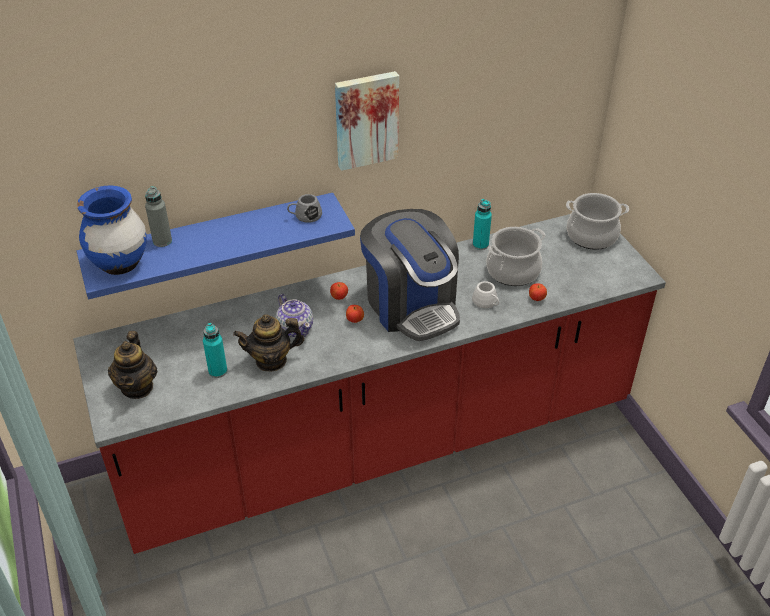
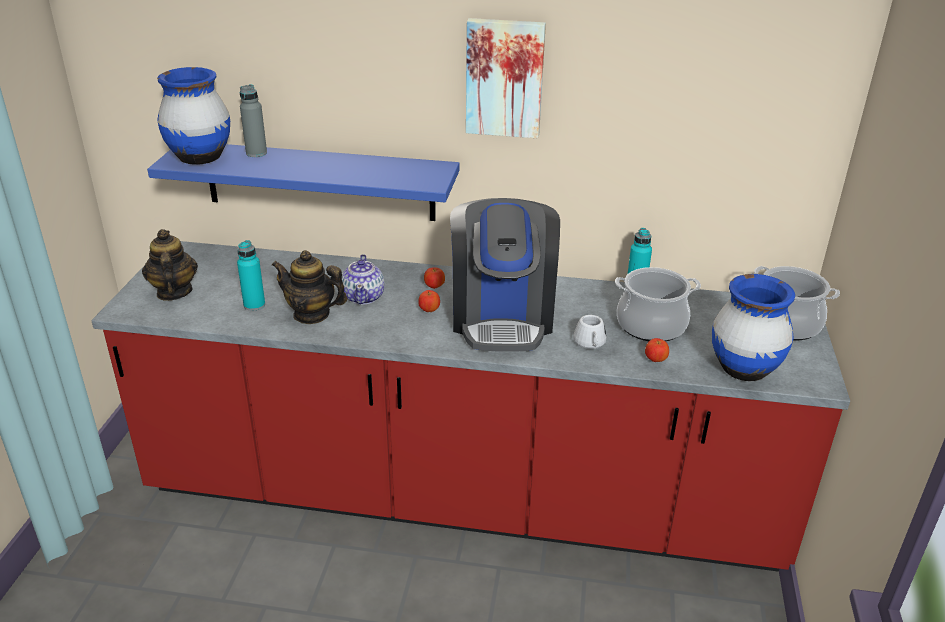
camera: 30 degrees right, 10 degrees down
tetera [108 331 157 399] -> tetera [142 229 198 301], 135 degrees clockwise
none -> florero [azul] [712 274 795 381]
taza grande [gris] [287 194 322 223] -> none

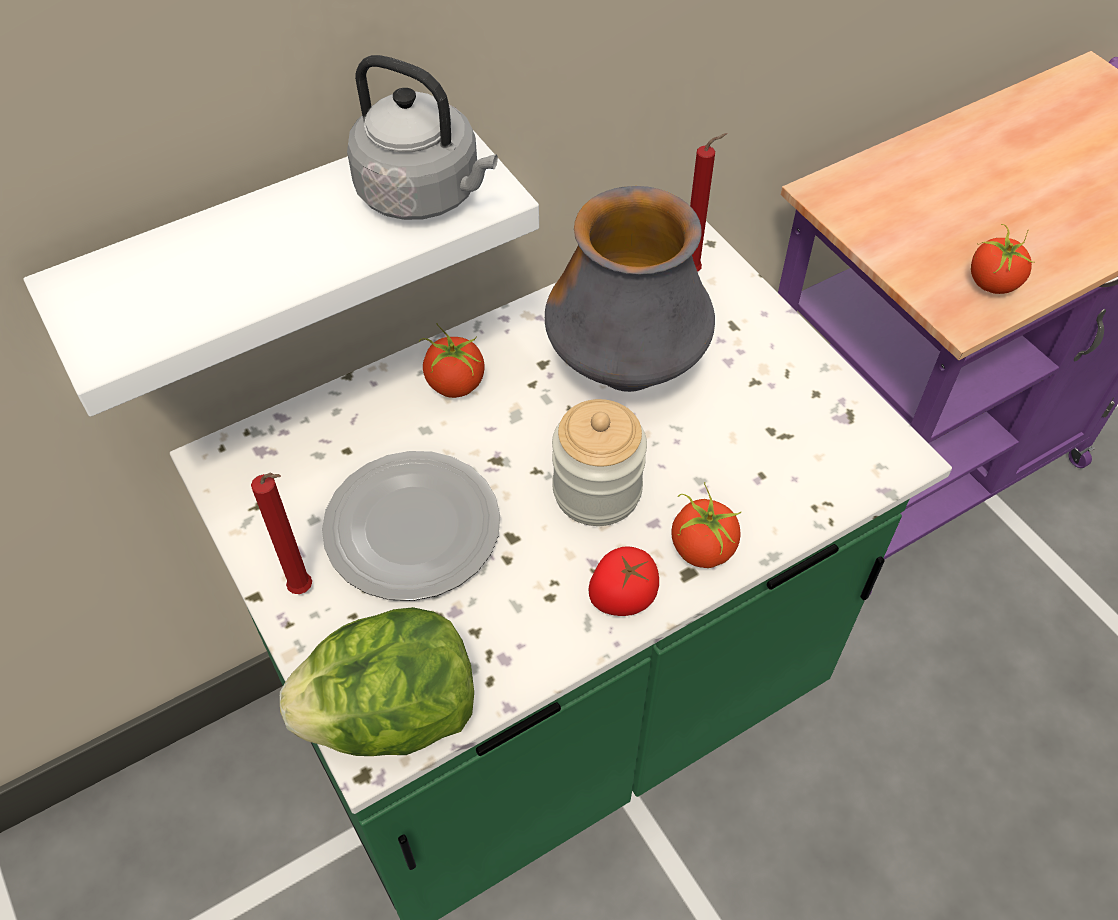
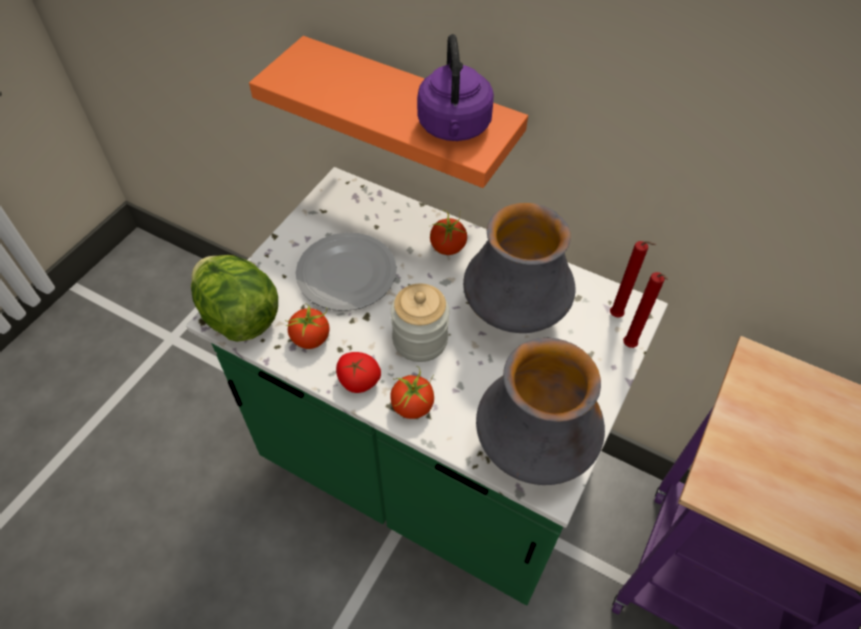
camera: 60 degrees right, 0 degrees up
estante [blanco] [23 130 539 417] -> estante [naranja] [249 36 528 188]
tomate [971 224 1035 294] -> tomate [285 303 329 349], shifted
hervidor [gris] [347 55 498 220] -> hervidor [morado] [417 34 494 141]
none -> florero [476 338 605 485]
vela [rojo] [251 473 312 594] -> vela [rojo] [623 272 668 348], shifted

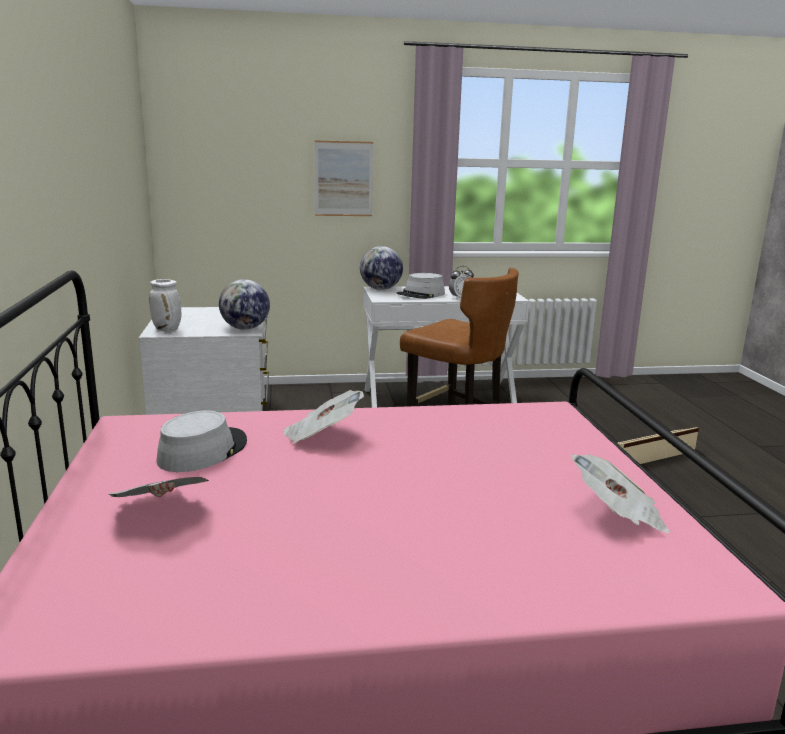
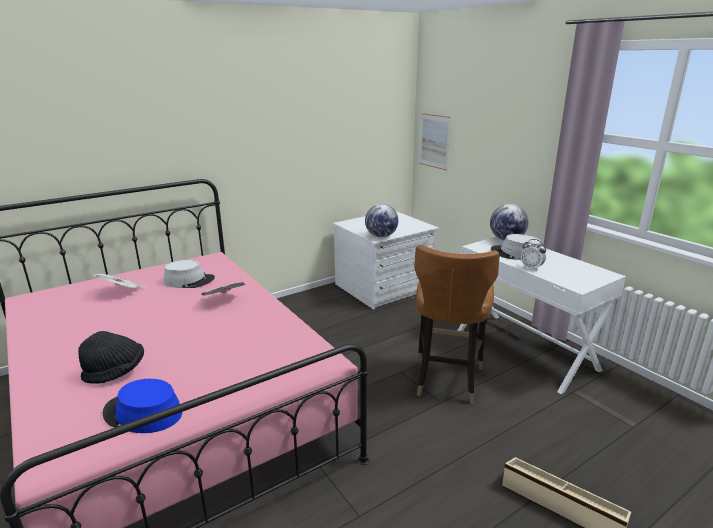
camera: 65 degrees right, 5 degrees up
none -> sombrero [negro] [78 331 144 384]
periódico [572 454 670 533] -> sombrero [azul] [103 379 182 433]
cuadro [315 141 373 216] -> cuadro [419 113 451 170], shifted
florero [blanco] [149 279 181 332] -> none

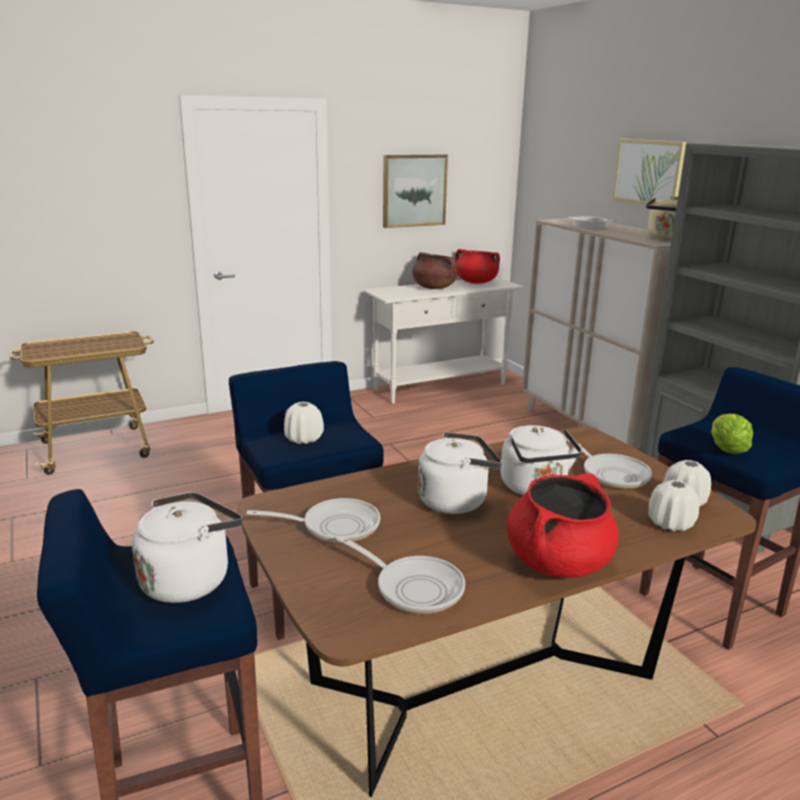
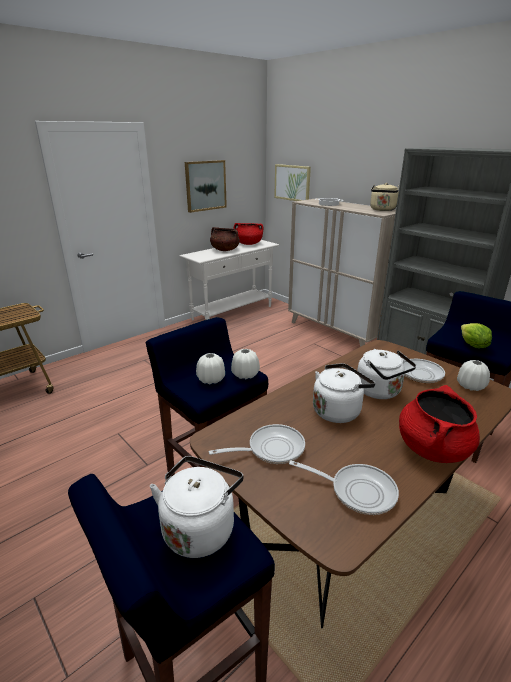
camera: 15 degrees left, 5 degrees up
florero [blanco] [649 480 699 532] -> florero [blanco] [231 349 260 379], shifted
cuadro [612 139 687 205] -> cuadro [274 164 311 201], shifted

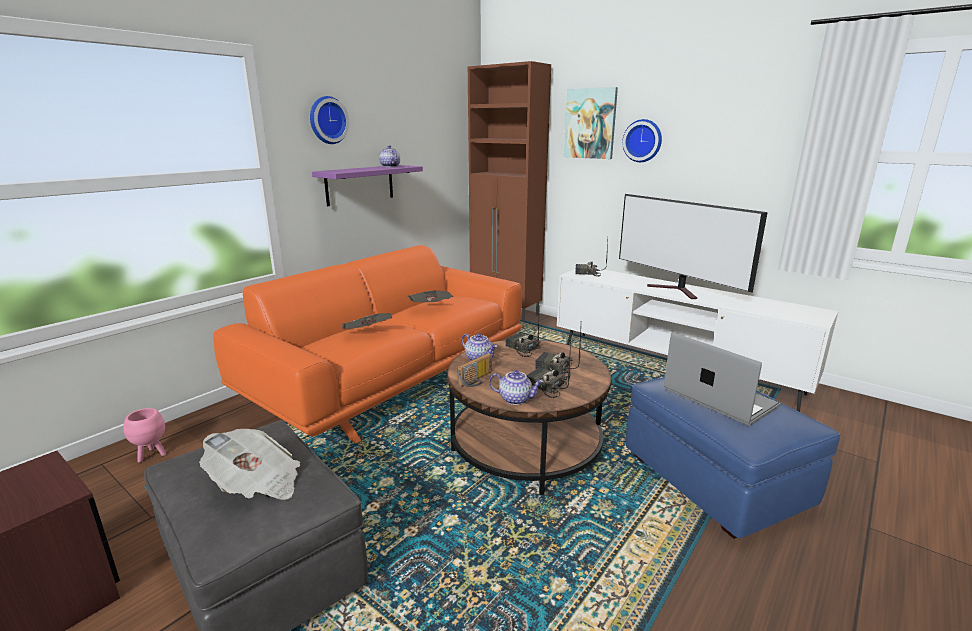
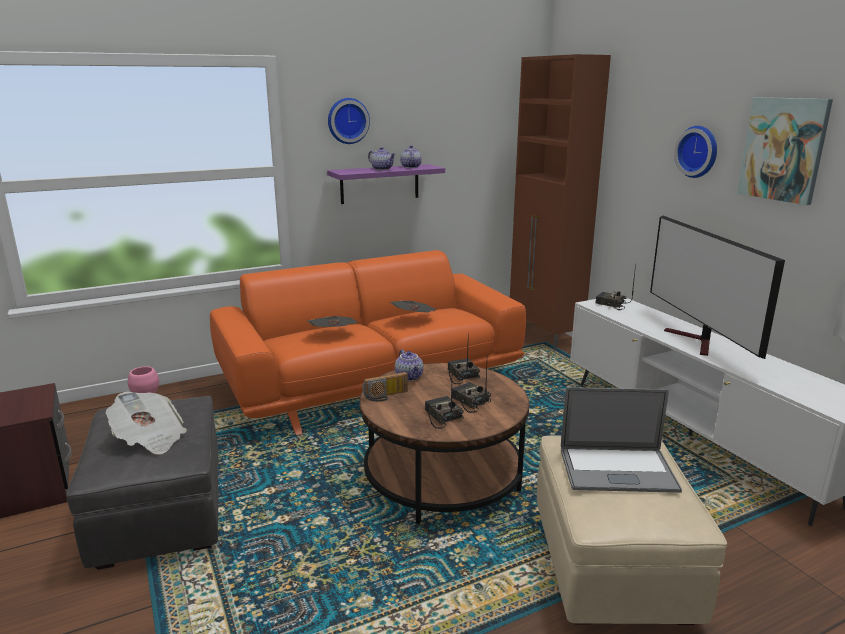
camera: 25 degrees right, 0 degrees up
tetera [489 370 544 405] -> tetera [368 147 396 170], shifted
puf [azul] [626 377 840 539] -> puf [beis] [537 435 727 625]
portátil [664 332 781 426] -> portátil [561 387 682 493], 105 degrees clockwise
cuadro [564 87 618 159] -> cuadro [737 97 833 205], shifted

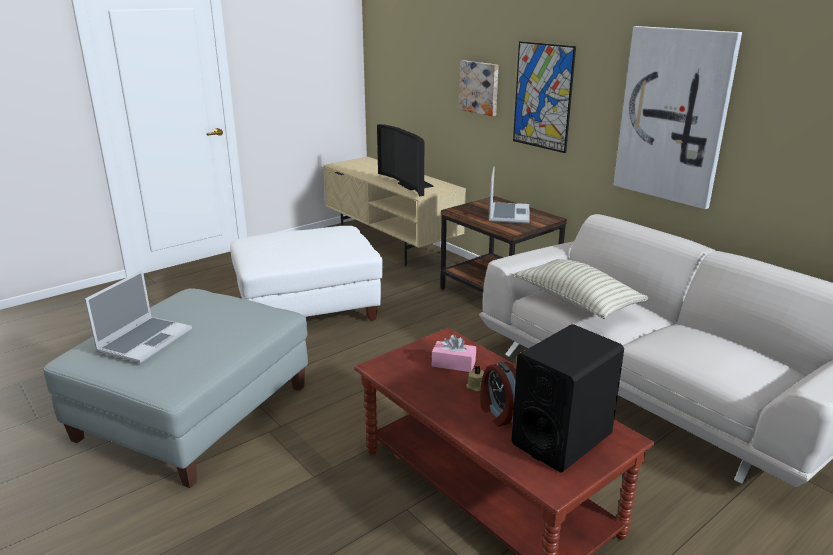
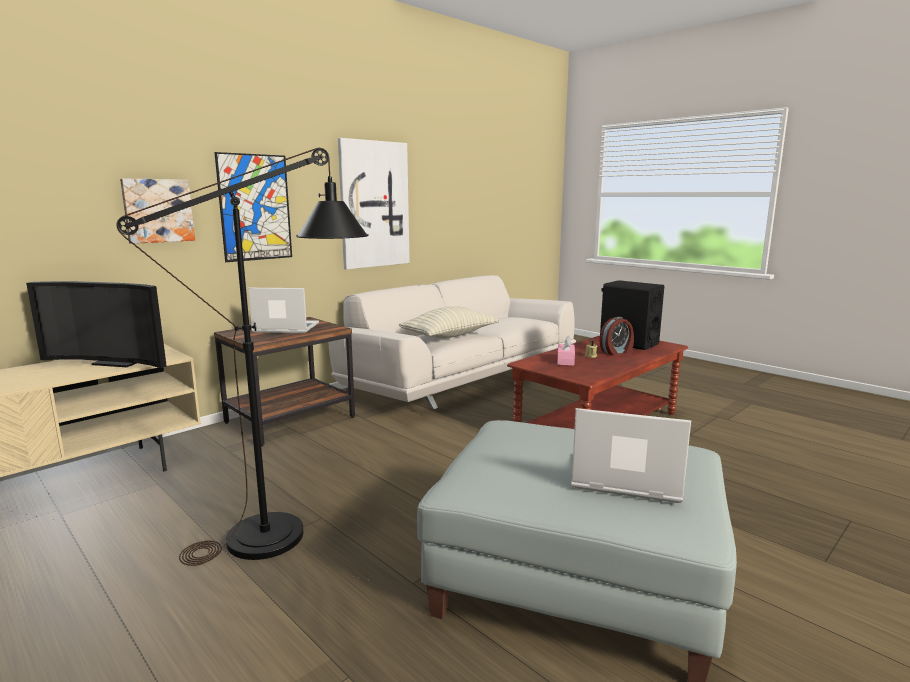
camera: 95 degrees left, 10 degrees down
televisor [377 124 434 197] -> televisor [26 281 167 368], 45 degrees clockwise
puf [blanco] [230 226 383 321] -> lámpara de pie [negro] [116 148 369 566]

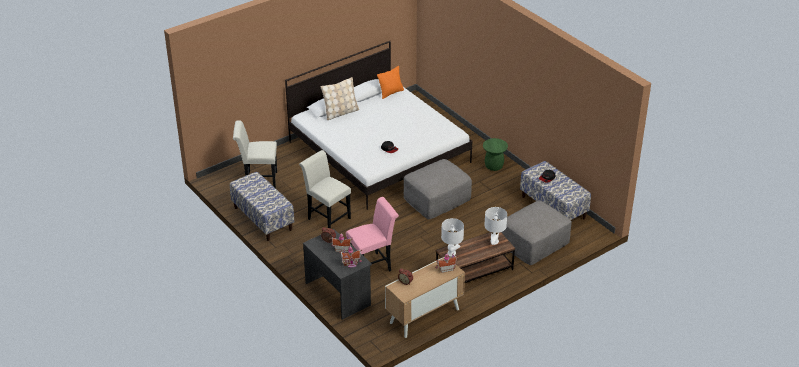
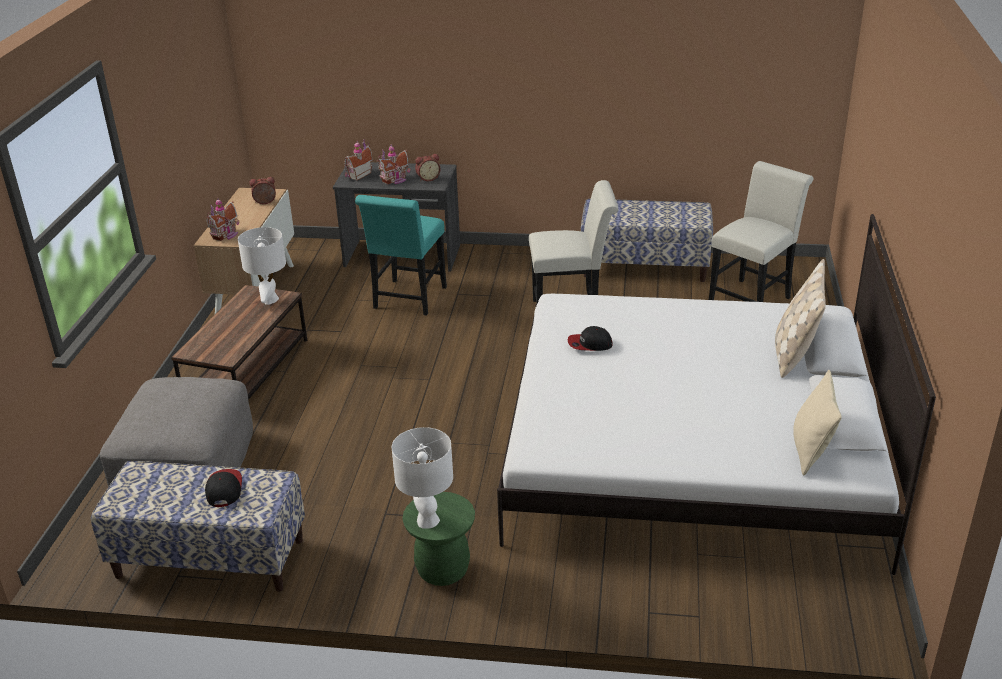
camera: 135 degrees right, 5 degrees down
silla [rosa] [346 197 399 272] -> silla [turquesa] [355 195 447 316]
lámpara de mesa [blanco] [484 207 507 245] -> lámpara de mesa [blanco] [392 427 453 529], shifted
cojín [naranja] [377 66 404 99] -> cojín [beis] [793 370 842 475]
puf [gris] [404 159 472 219] -> none

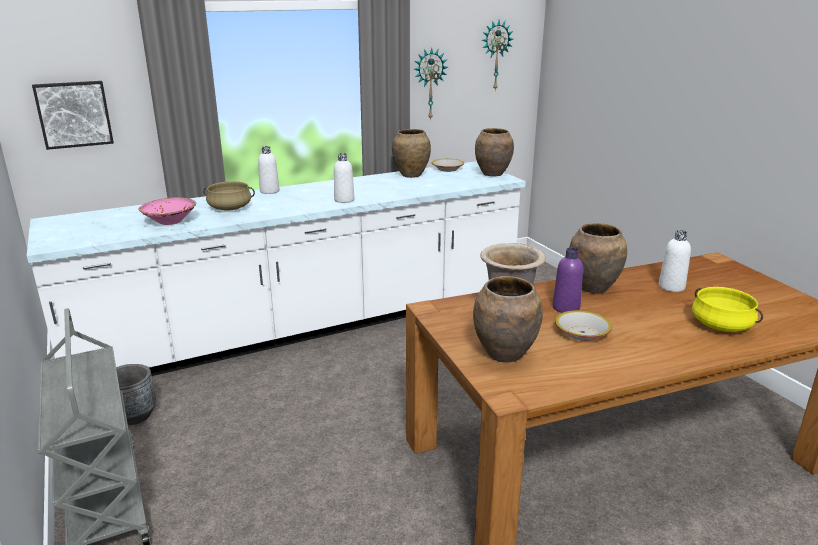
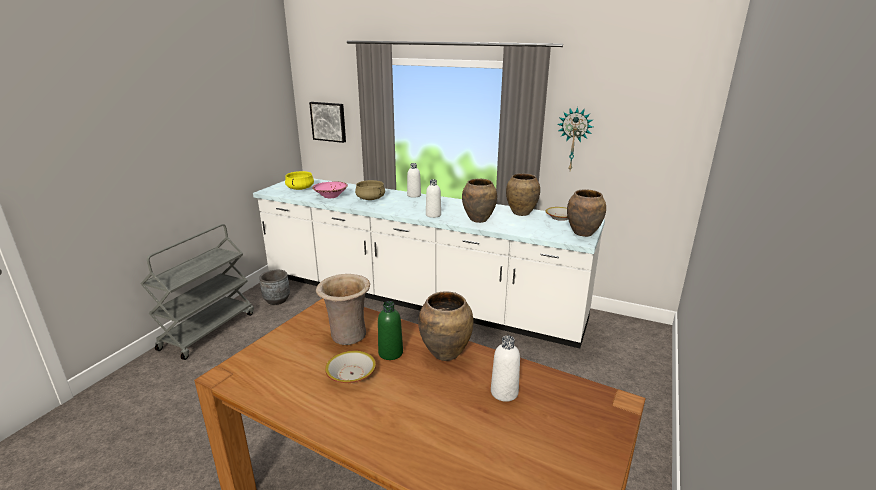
camera: 50 degrees right, 0 degrees up
olla [amarillo] [692 287 763 332] -> olla [amarillo] [285 171 314 190], shifted
botella [morado] [552 248 583 313] -> botella [verde] [378 301 403 360]
florero [marrón] [473 276 543 363] -> florero [marrón] [462 179 497 223], shifted
reloj de pared [482 20 513 90] -> none

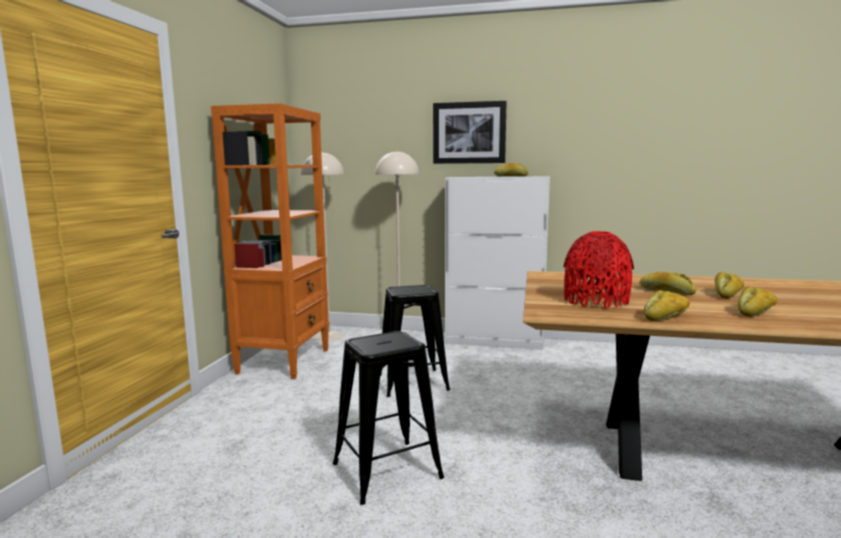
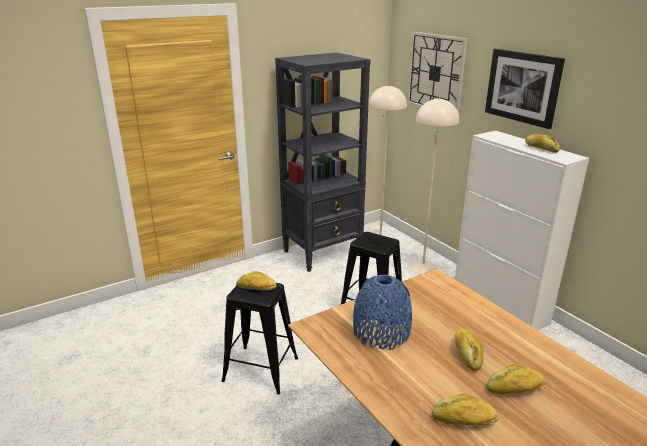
camera: 45 degrees right, 15 degrees up
pan [644 290 690 322] -> pan [236 271 277 290], shifted
estantería [naranja] [211 103 329 379] -> estantería [negro] [275 52 371 272]
florero [rojo] [563 231 634 308] -> florero [azul] [353 275 412 350]
none -> reloj de pared [407 32 467 114]

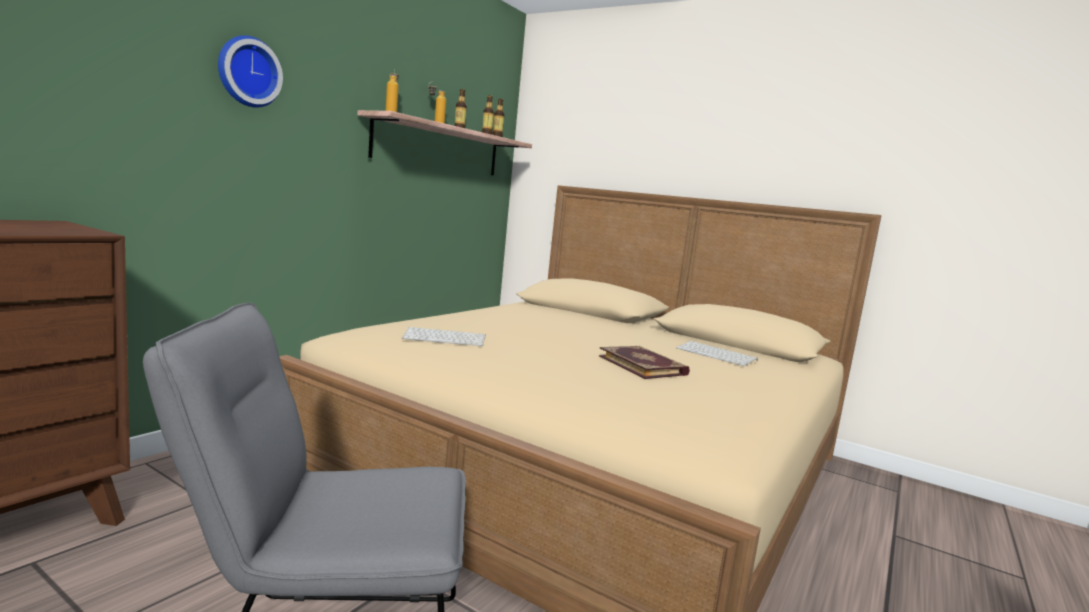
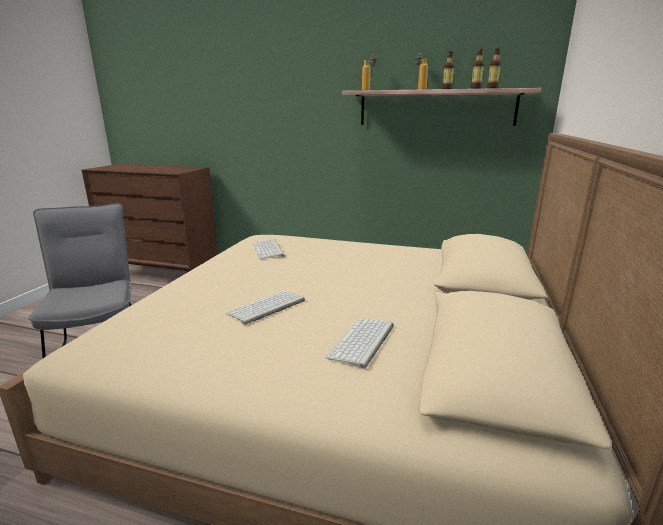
camera: 75 degrees right, 10 degrees up
libro [599 346 690 379] -> teclado [225 291 305 325]
reloj de pared [218 35 283 108] -> none

